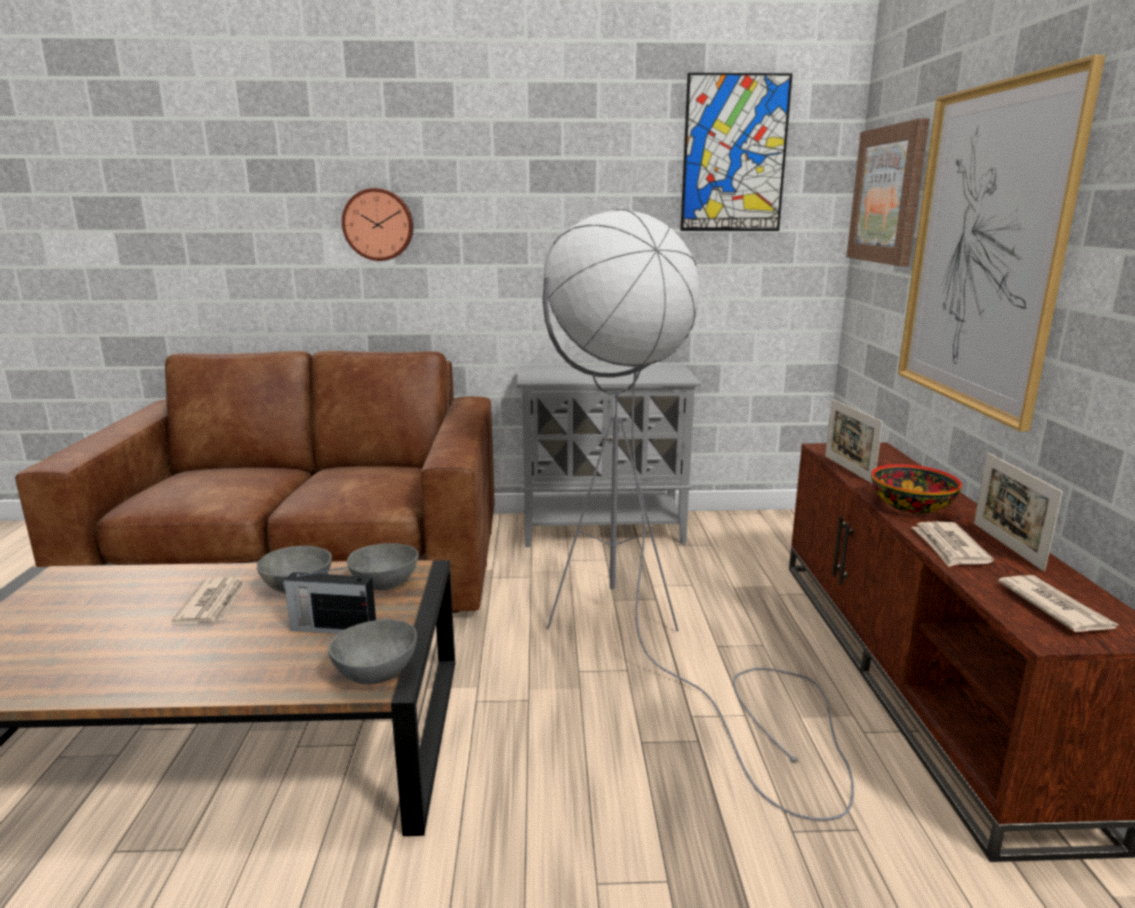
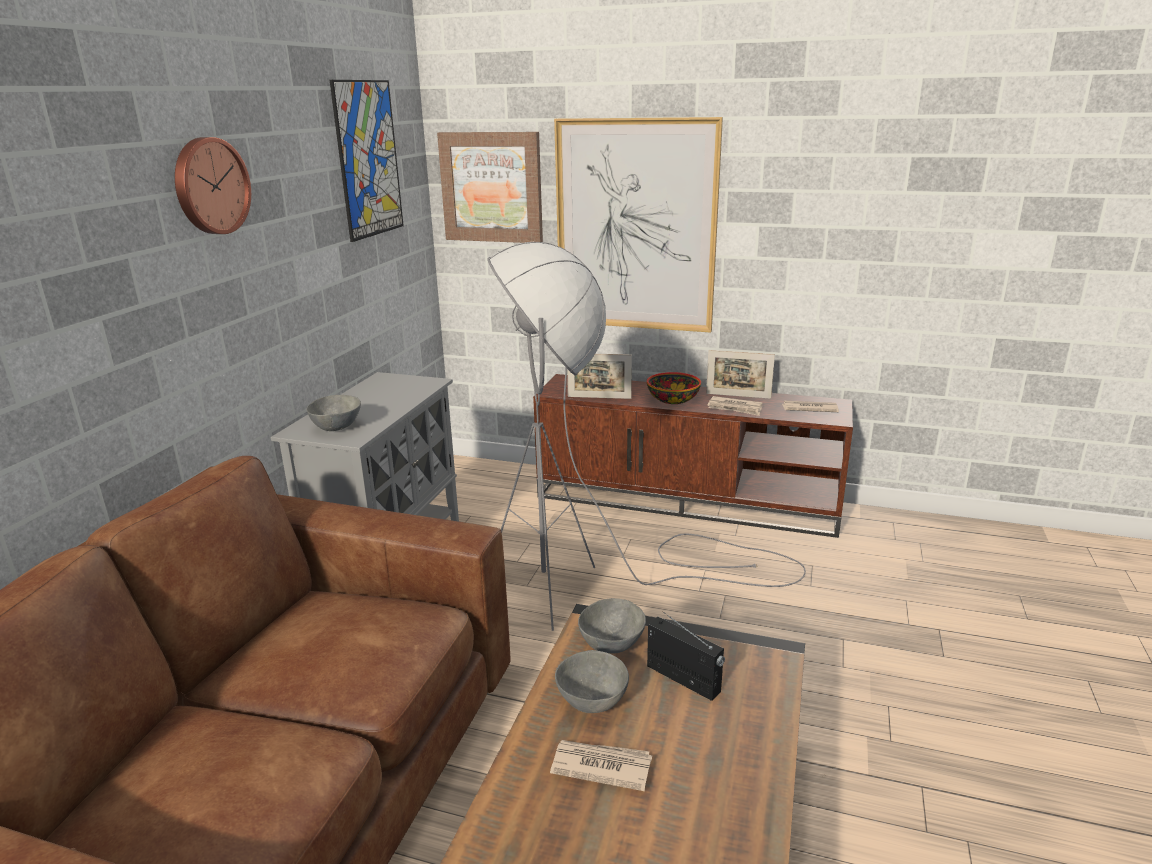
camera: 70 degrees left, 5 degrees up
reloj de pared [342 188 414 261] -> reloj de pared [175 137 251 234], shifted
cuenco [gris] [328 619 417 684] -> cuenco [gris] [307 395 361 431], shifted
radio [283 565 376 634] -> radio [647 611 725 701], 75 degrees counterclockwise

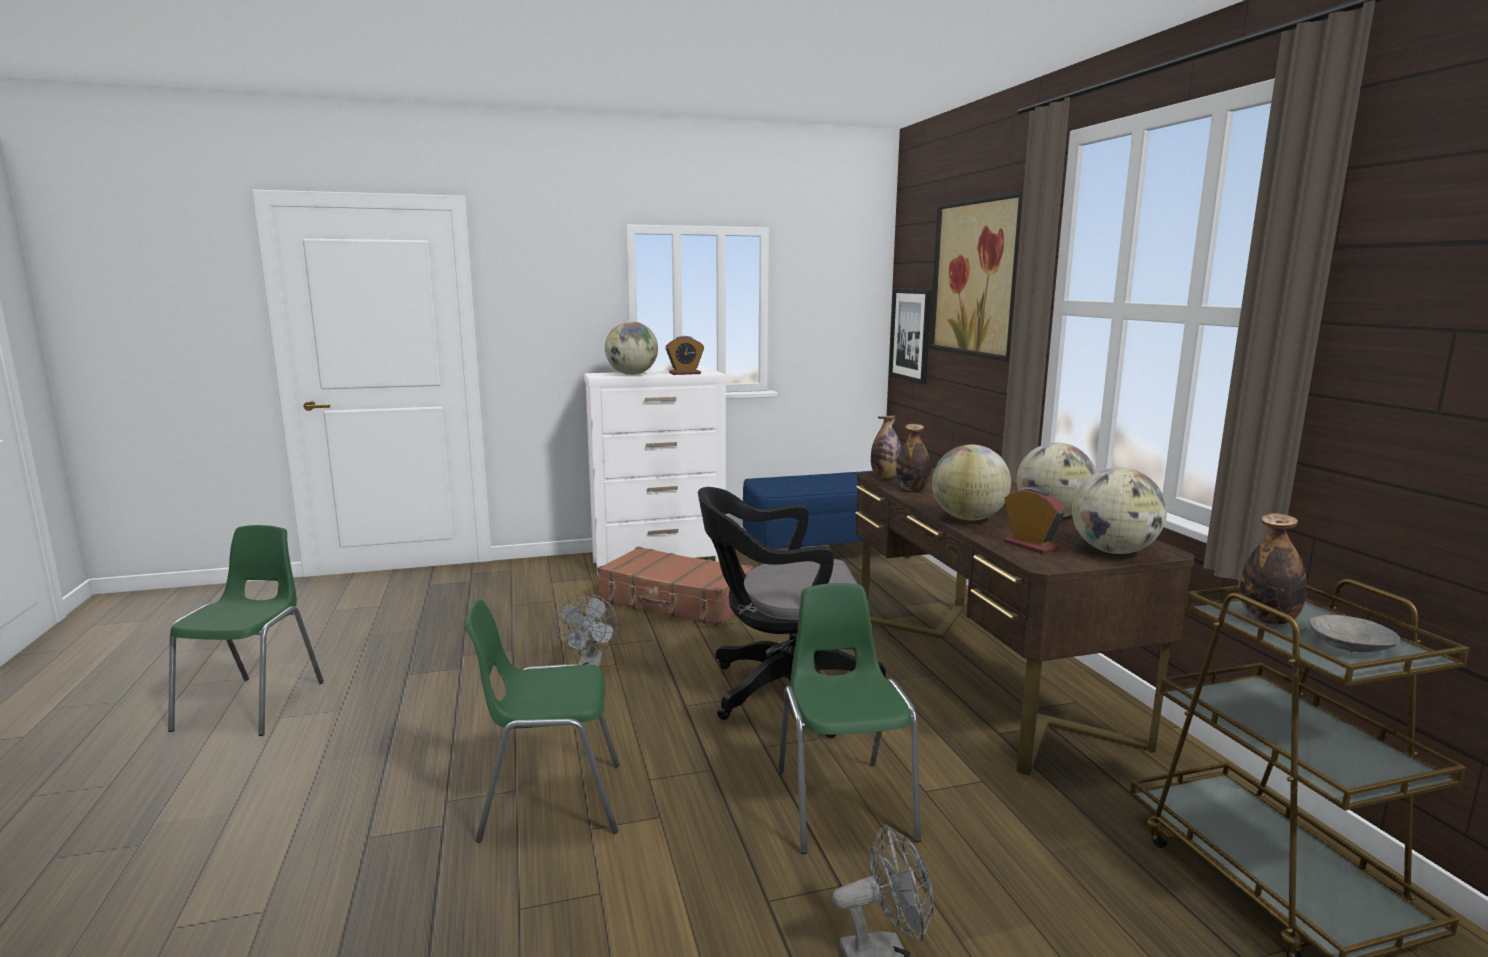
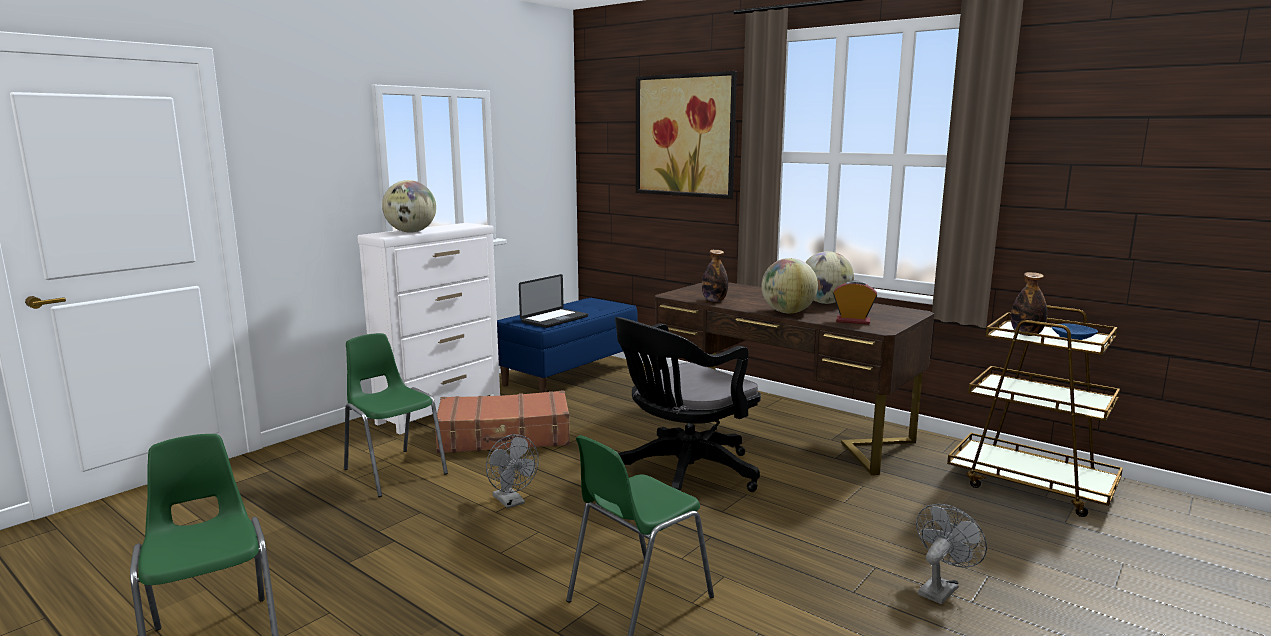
camera: 35 degrees left, 0 degrees up
silla [verde] [778 583 921 854] -> silla [verde] [344 333 448 497], shifted
none -> portátil [519 274 588 328]
cuenco [gris] [1309 615 1400 653] -> cuenco [azul] [1052 324 1098 340]
despertador [665 336 704 375] -> none
botella [871 415 902 478] -> none
cuadro [889 289 932 384] -> none
globo terráqueo [1072 468 1167 554] -> none

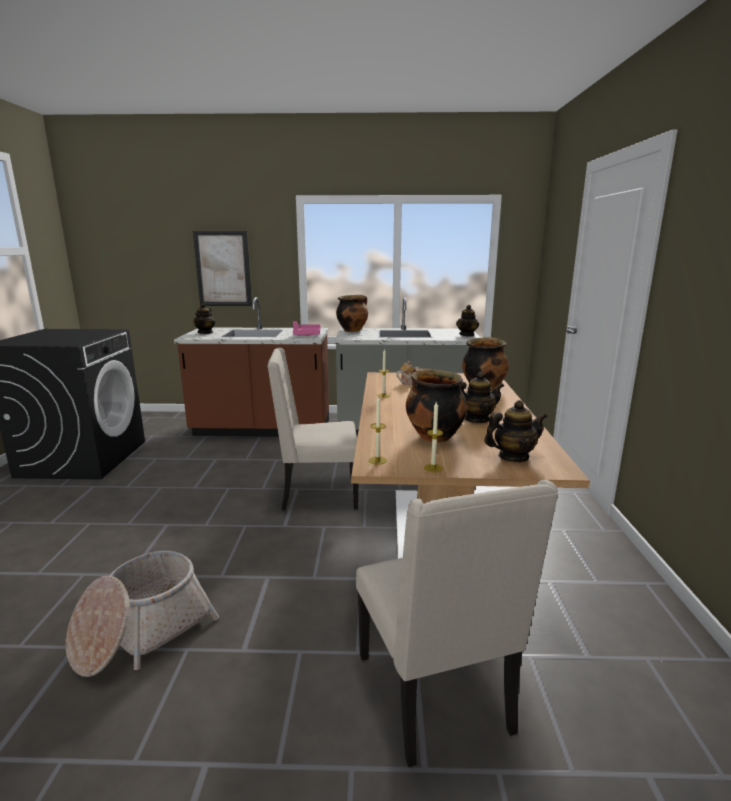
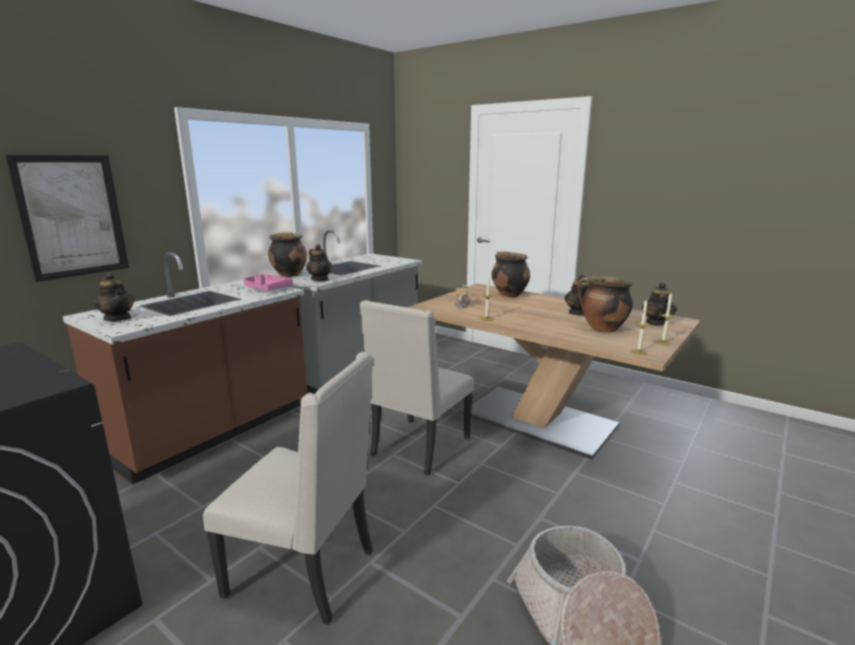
camera: 55 degrees left, 0 degrees up
silla [beis] [356 480 558 767] -> silla [beis] [203 352 373 625], shifted
tetera [456 305 479 336] -> tetera [306 244 332 281], shifted

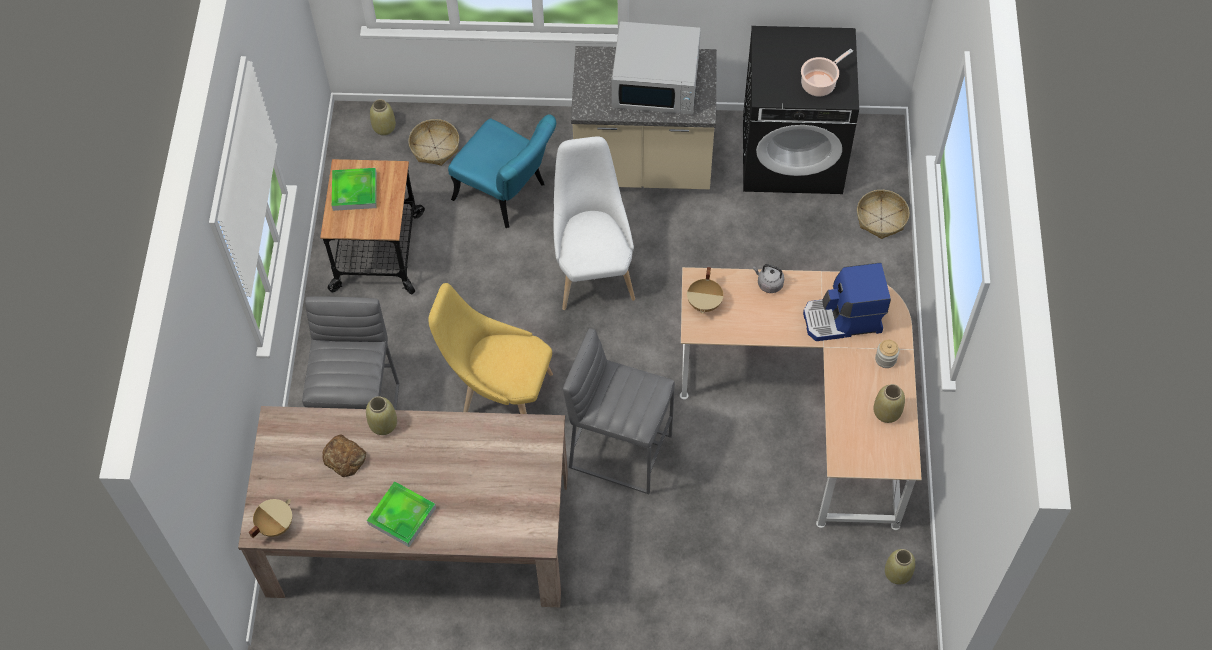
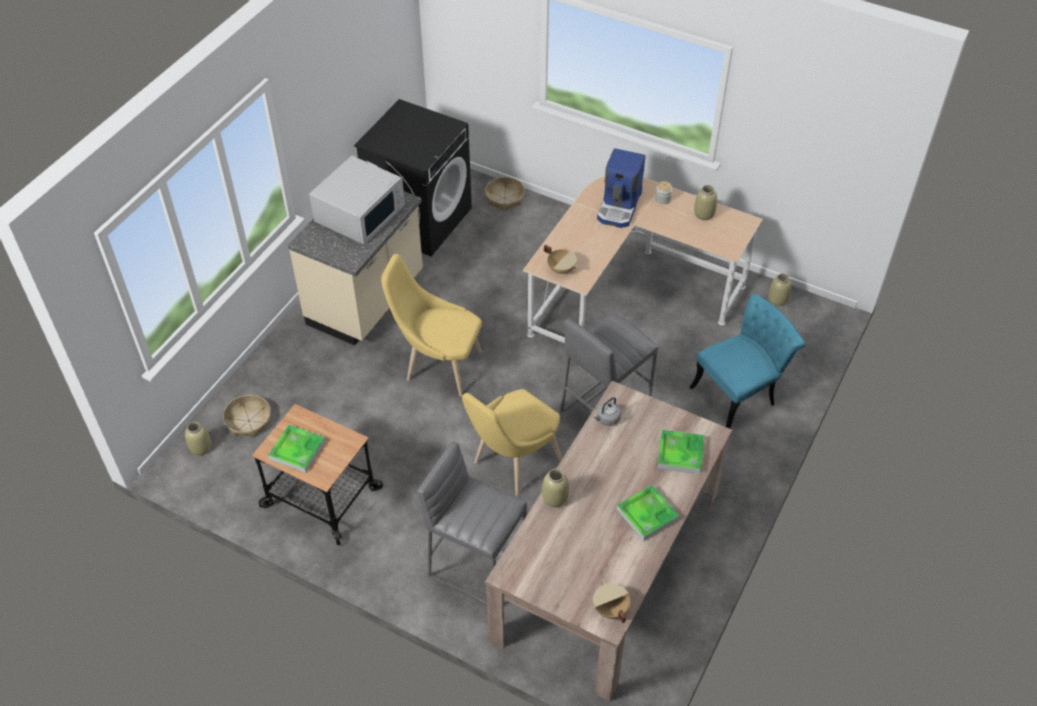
camera: 65 degrees left, 10 degrees down
silla [blanco] [553 136 635 310] -> silla [amarillo] [381 254 482 396]
hervidor [gris] [753 264 784 293] -> hervidor [gris] [594 397 621 426], shifted
none -> bandeja [658 430 704 474]
silla [turquesa] [448 115 556 228] -> silla [turquesa] [690 294 805 429], shifted
pan [322 435 366 477] -> none
olla [801 49 853 97] -> none

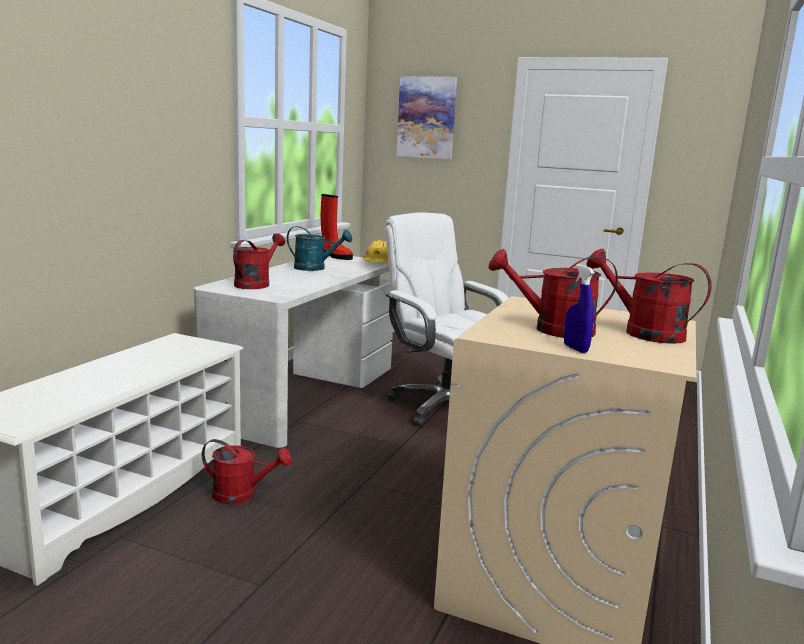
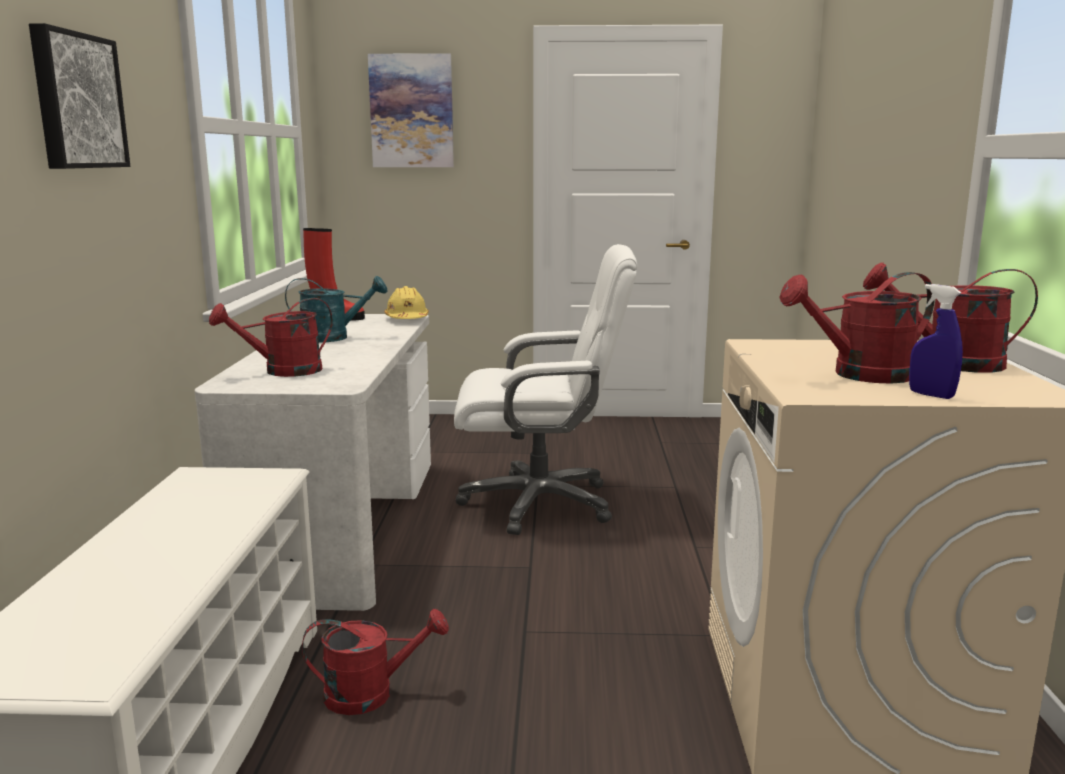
camera: 20 degrees left, 0 degrees up
none -> cuadro [29 23 130 169]
regadera [rojo] [233 233 285 289] -> regadera [rojo] [209 298 333 377], 120 degrees counterclockwise
silla de oficina [blanco] [385 212 508 426] -> silla de oficina [blanco] [454 244 637 535], 150 degrees clockwise

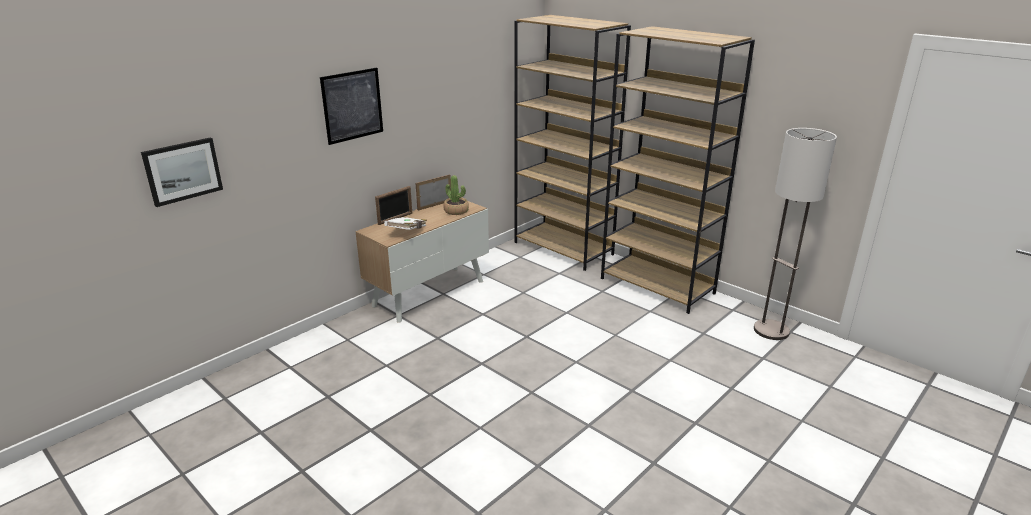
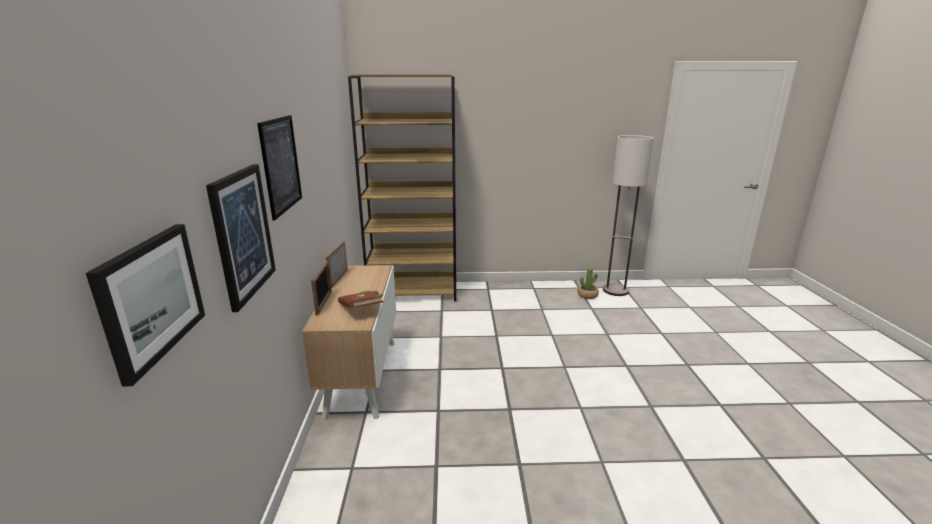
camera: 45 degrees left, 5 degrees down
none -> cuadro [206 164 276 312]
libro [blanco] [384 217 427 230] -> libro [marrón] [338 290 383 308]
planta en maceta [443 175 469 215] -> planta en maceta [578 267 599 299], shifted
estantería [marrón] [601 26 755 314] -> none

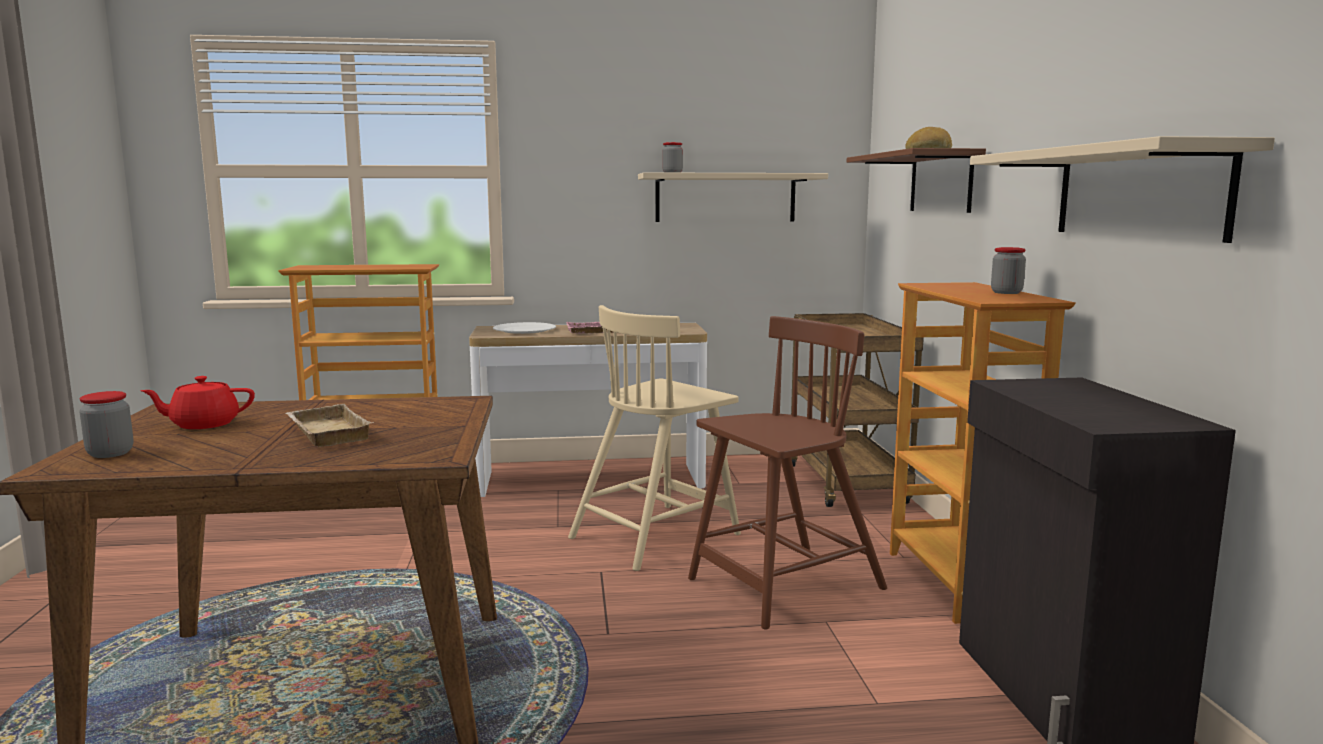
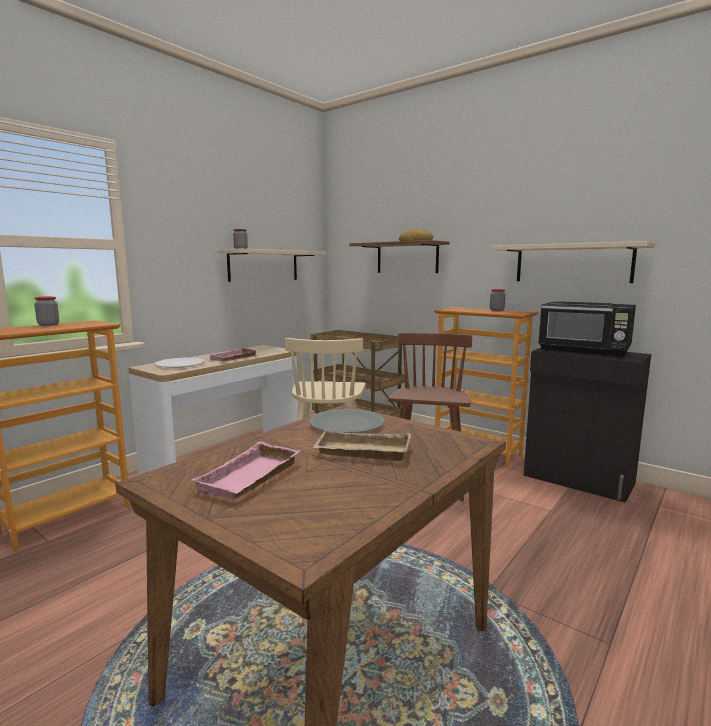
camera: 45 degrees left, 0 degrees up
tarro [79 391 133 458] -> tarro [34 296 59 326], shifted
tetera [rojo] [140 376 255 429] -> bandeja [rosa] [192 441 300 499]
none -> plato [gris] [309 409 385 433]
none -> microondas [negro] [538 301 636 358]

